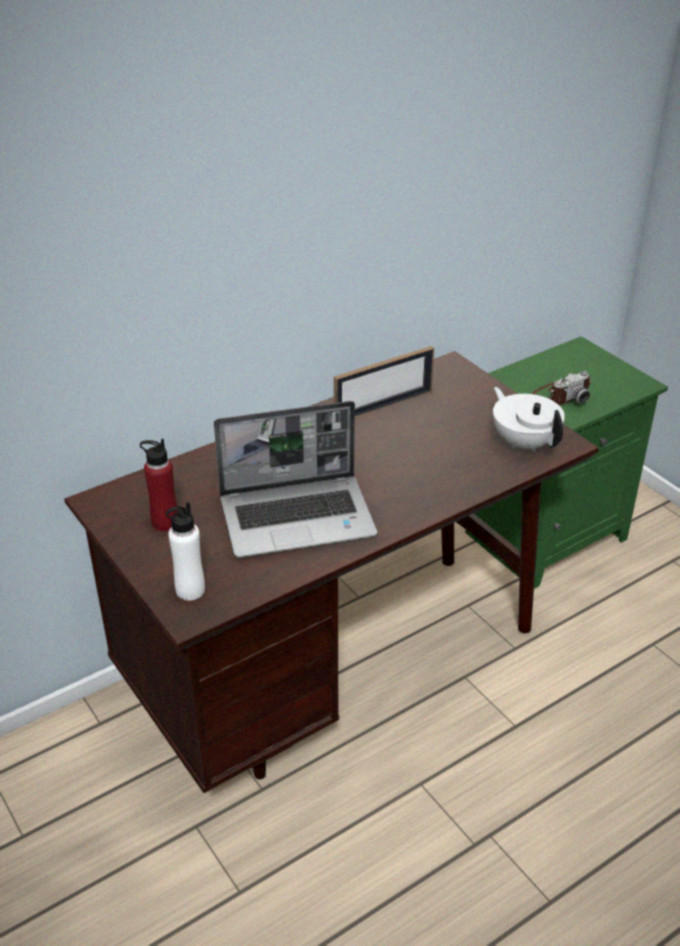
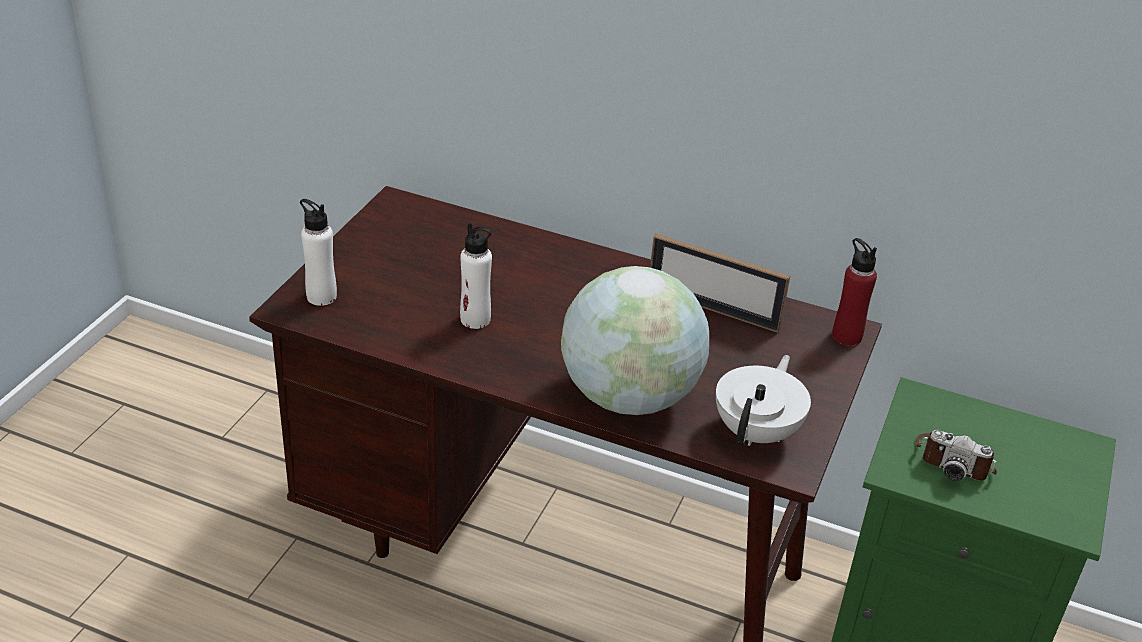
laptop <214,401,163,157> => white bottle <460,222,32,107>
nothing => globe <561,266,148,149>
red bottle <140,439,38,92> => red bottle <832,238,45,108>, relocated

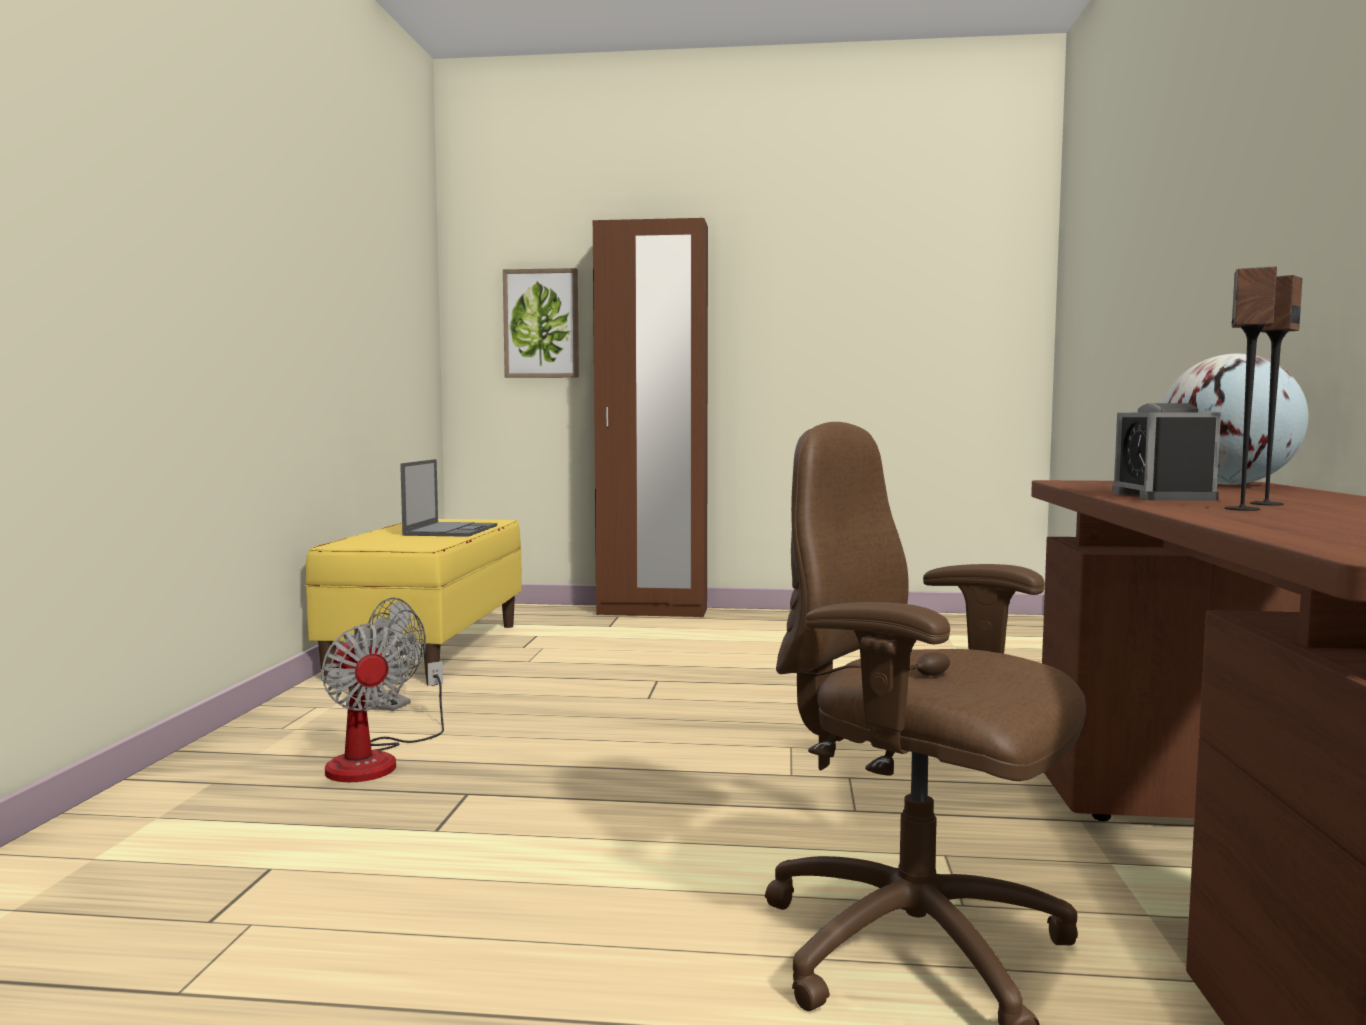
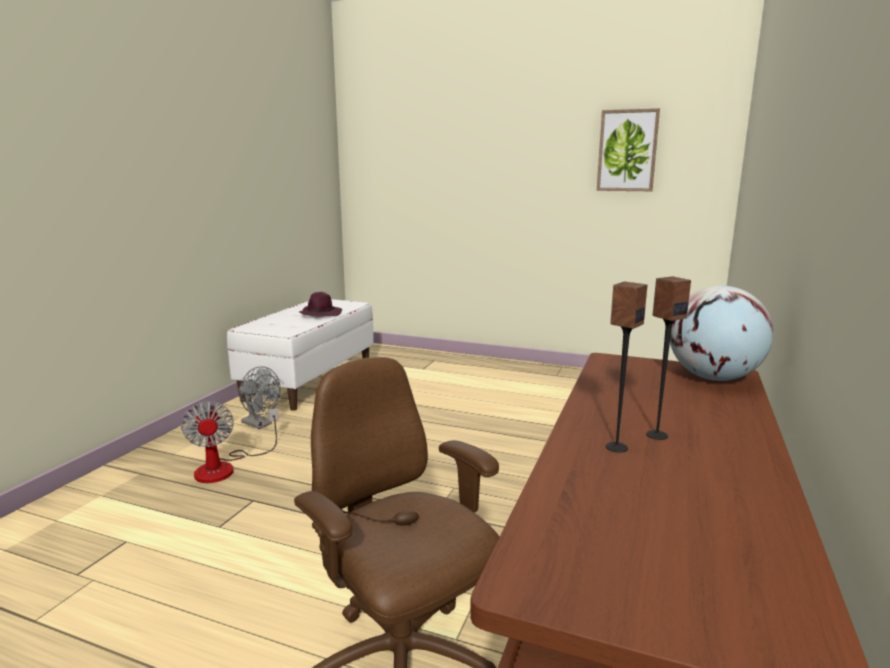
yellow bench <305,519,217,167> => white bench <227,299,147,112>
laptop <400,459,97,78> => purple hat <299,292,43,25>
picture <503,268,76,110> => picture <597,108,63,83>, relocated
brown wardrobe <593,218,115,399> => nothing
alarm clock <1112,403,109,98> => nothing

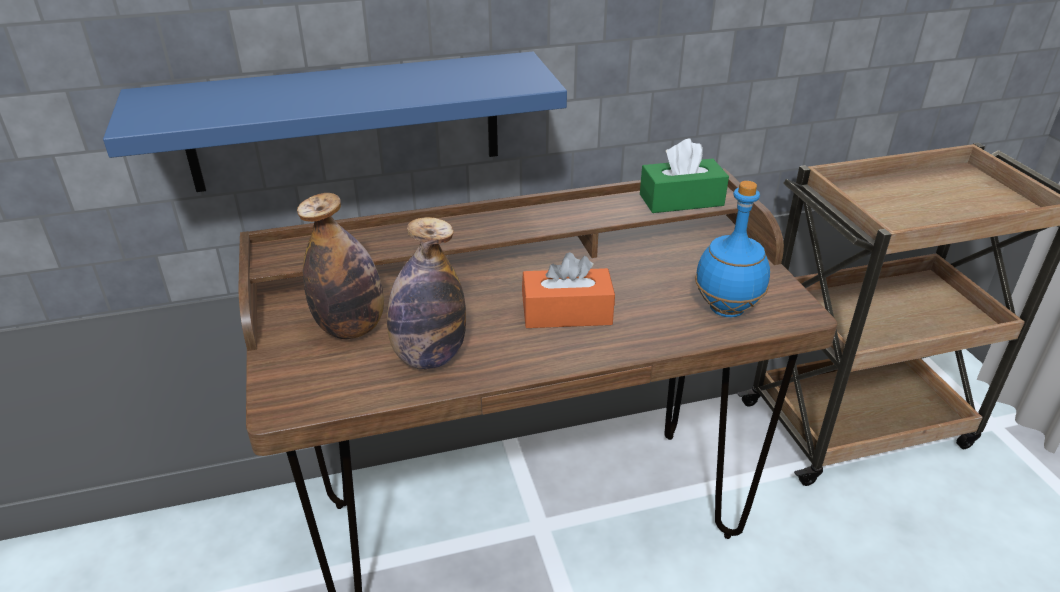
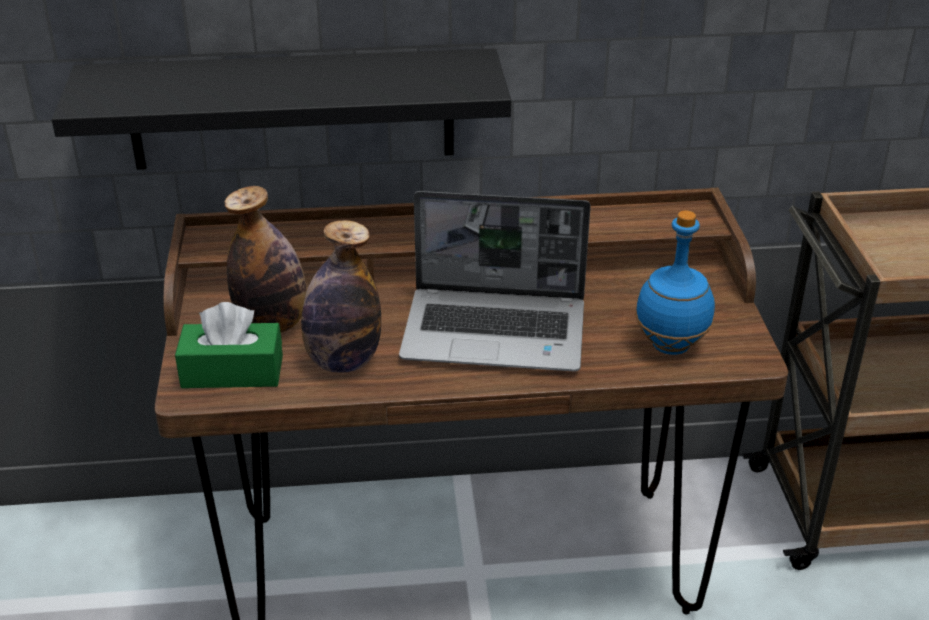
blue shelf <103,52,464,140> => black shelf <52,48,459,122>
green tissue box <640,139,89,74> => green tissue box <175,302,108,86>, relocated
orange tissue box <522,252,93,76> => laptop <399,191,192,181>

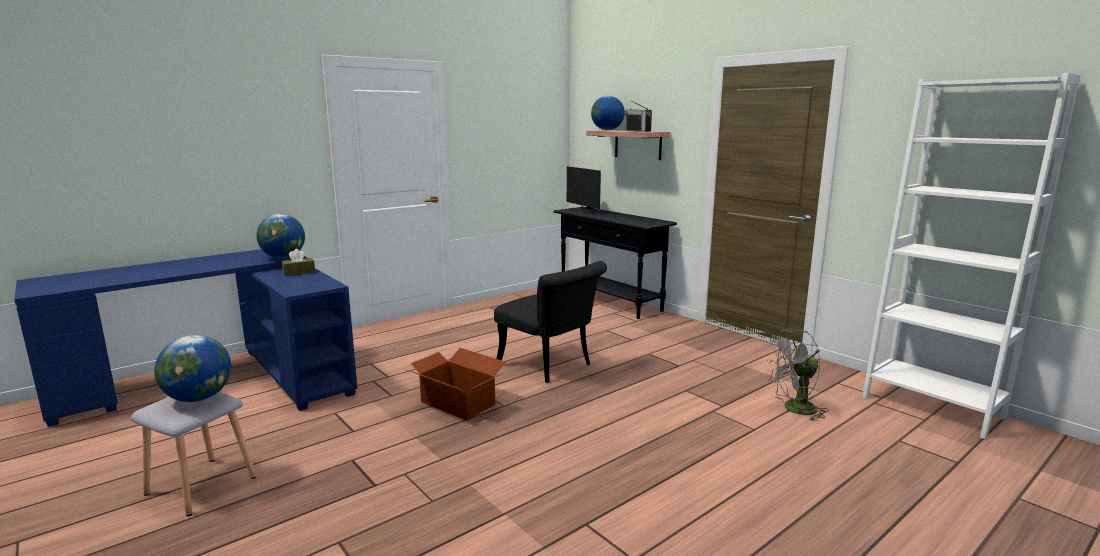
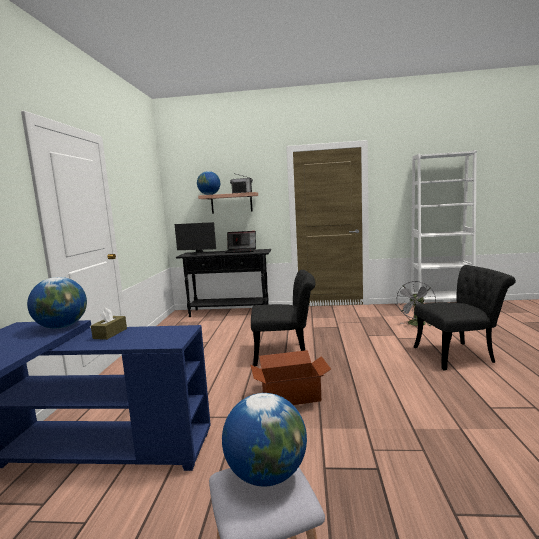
nothing => laptop <224,231,32,22>
nothing => black chair <414,265,102,106>

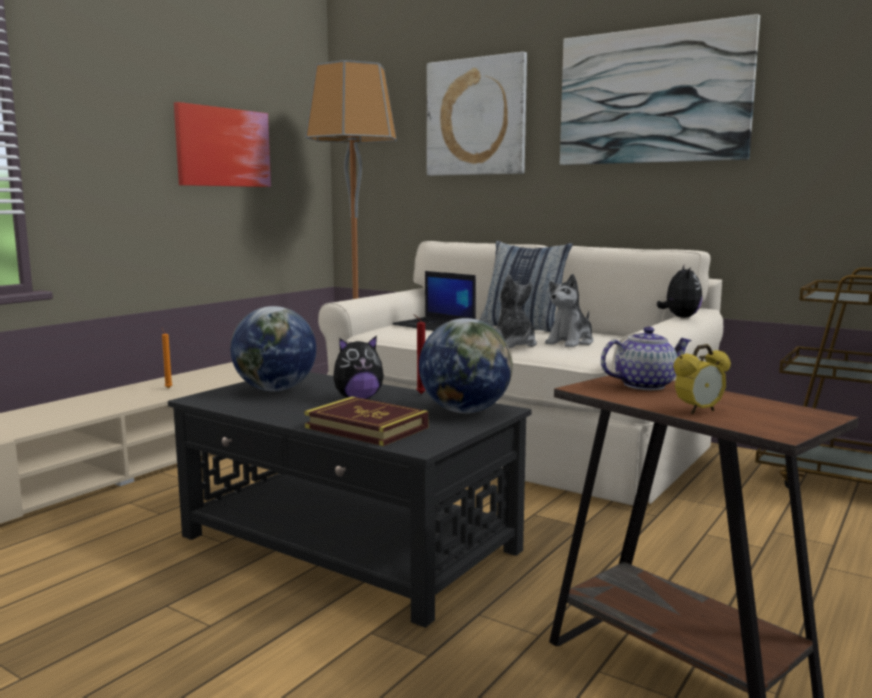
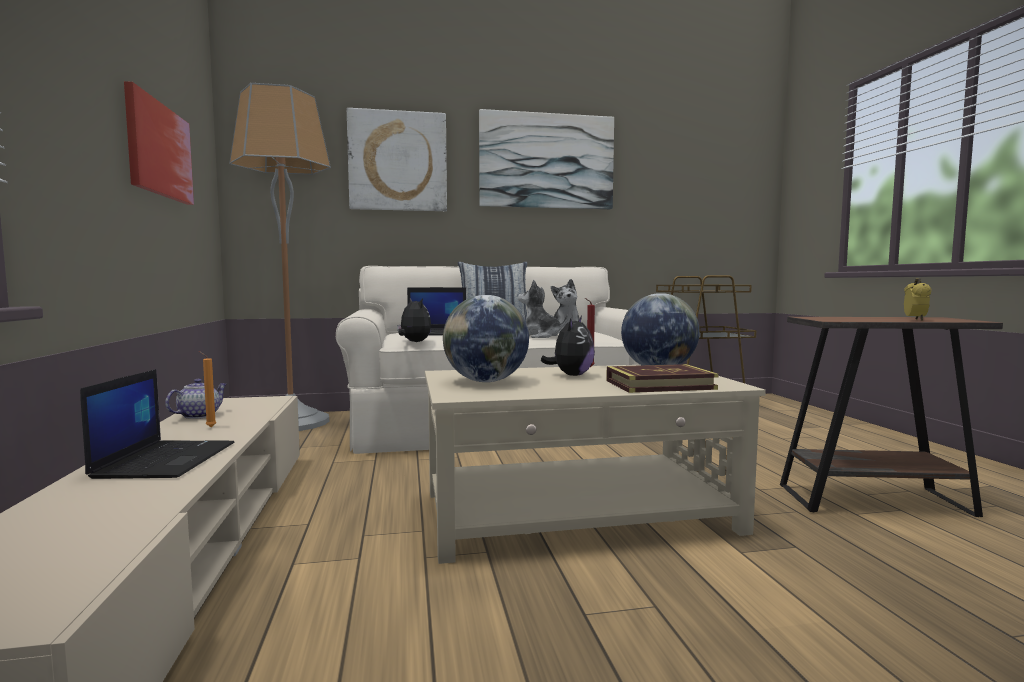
nothing => laptop <80,369,155,110>
teapot <601,327,91,63> => teapot <165,379,62,40>, relocated
plush toy <657,265,45,53> => plush toy <397,298,34,44>, relocated
black coffee table <168,372,363,256> => beige coffee table <425,365,341,199>

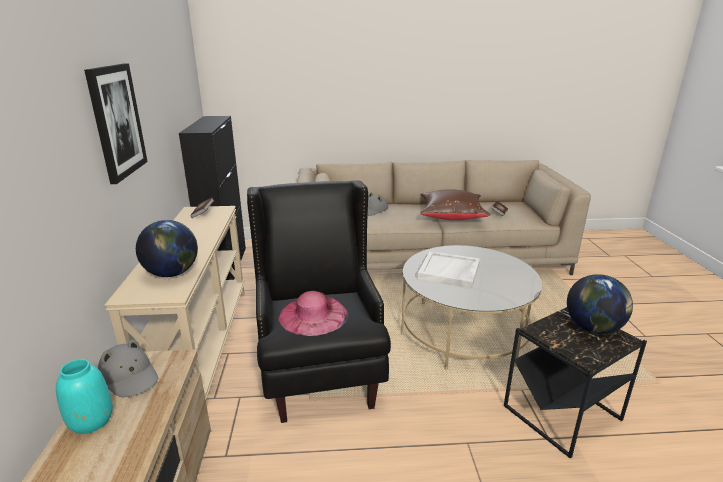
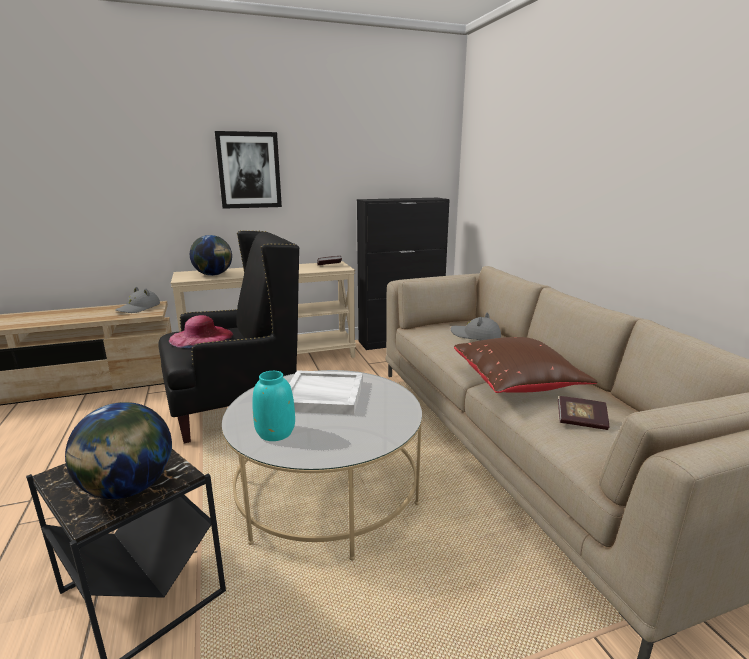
turquoise vase <56,359,57,75> => turquoise vase <252,371,43,70>, relocated

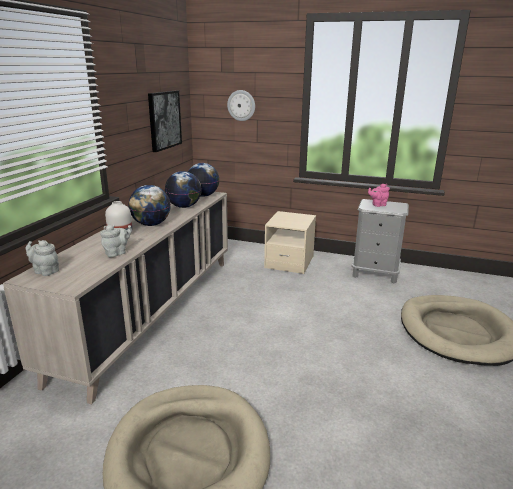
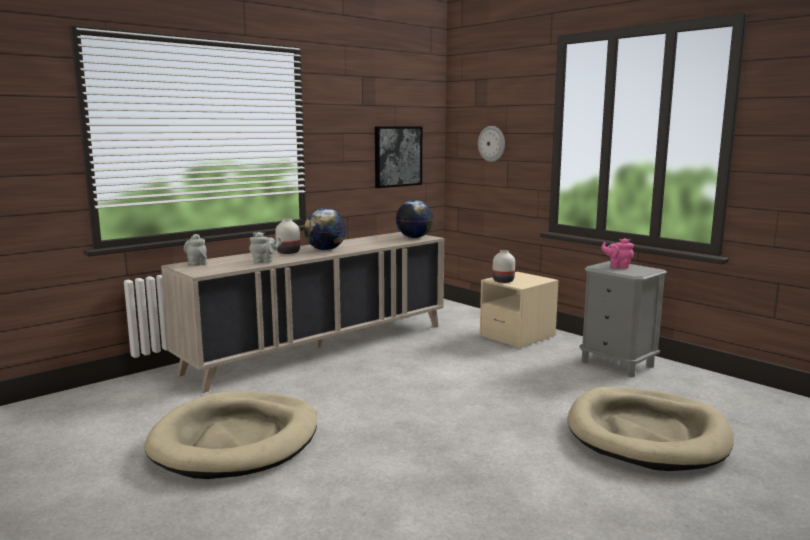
nothing => white vase <492,250,23,33>
globe <165,171,37,37> => nothing

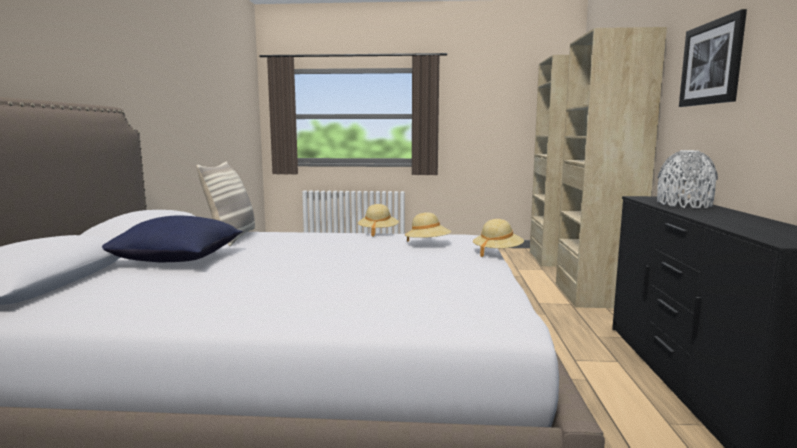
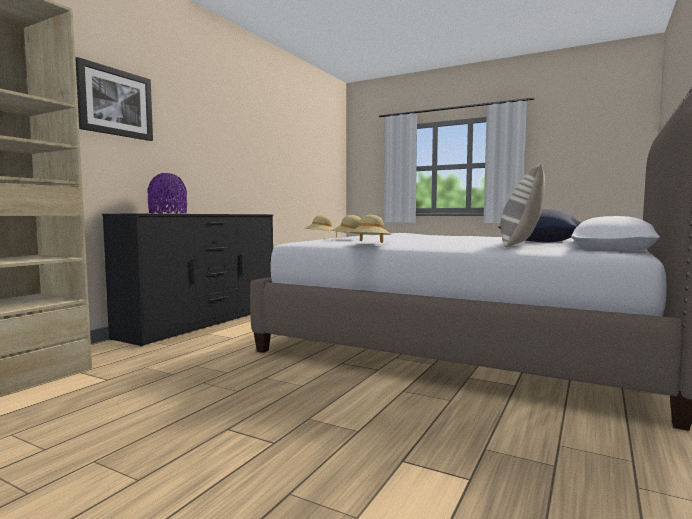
grey vase <657,150,61,58> => purple vase <147,173,40,41>

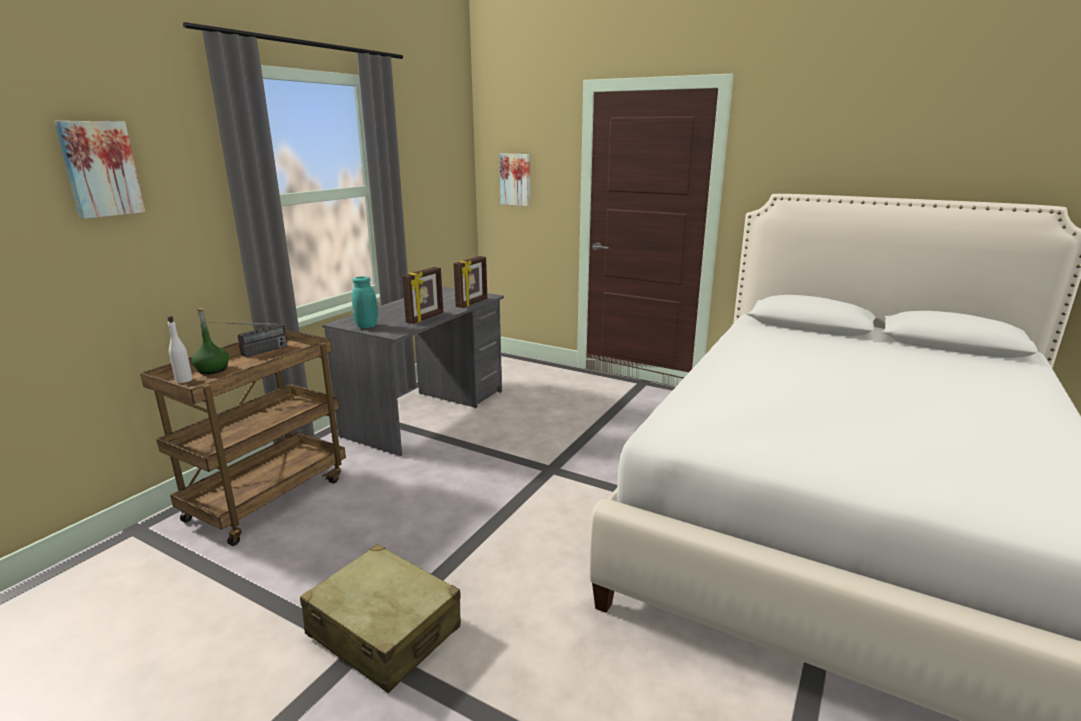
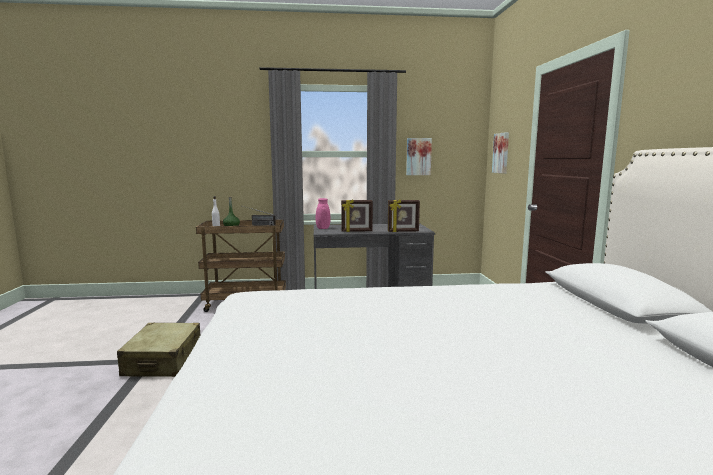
turquoise vase <352,277,26,52> => pink vase <313,198,17,31>
picture <54,121,91,98> => picture <406,138,26,37>, relocated

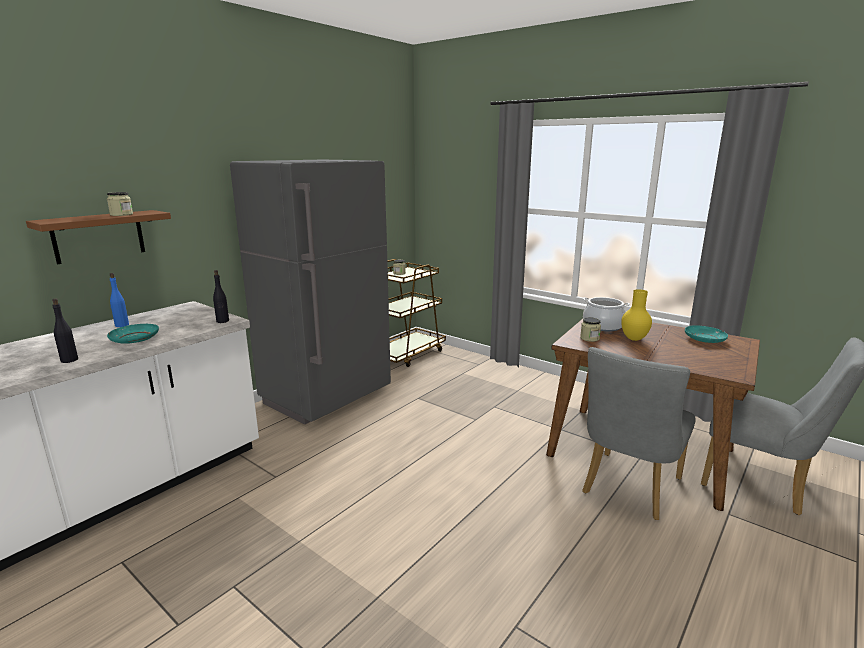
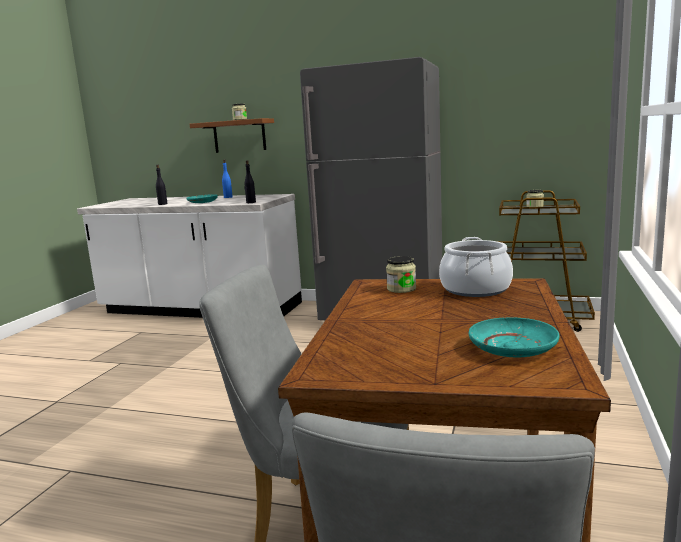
yellow vase <621,289,31,52> => nothing

